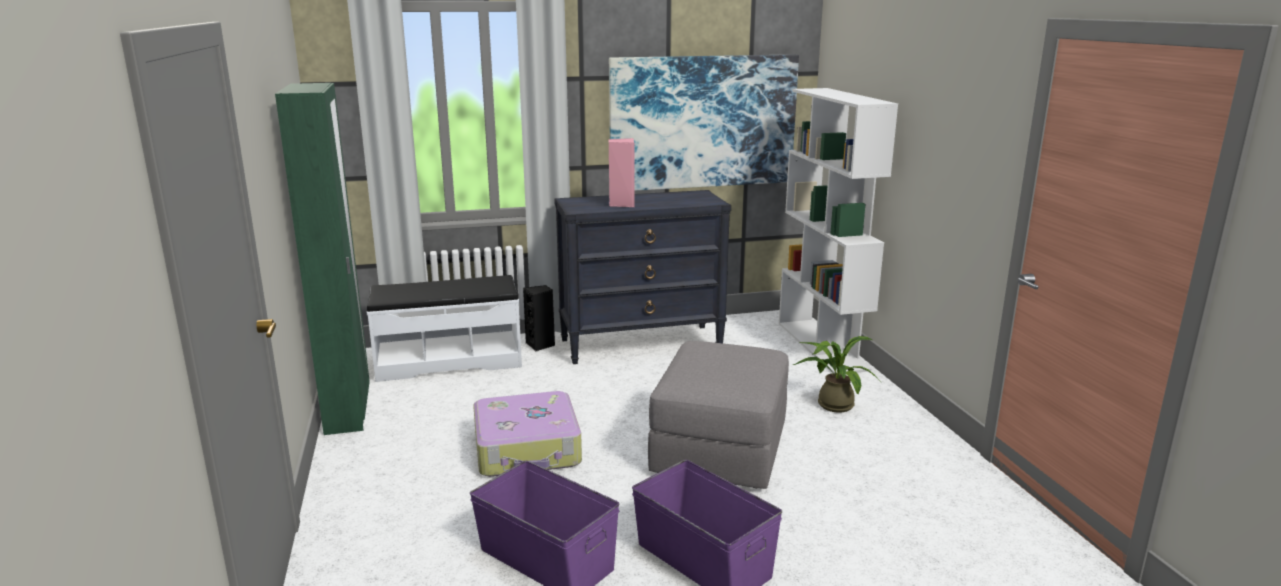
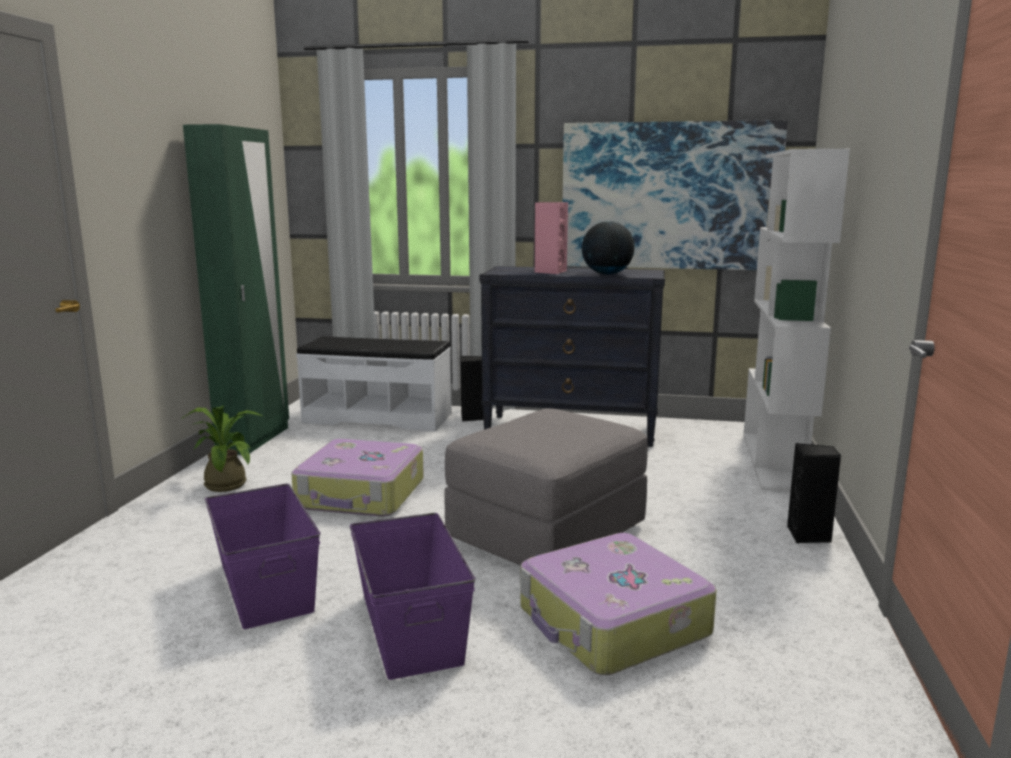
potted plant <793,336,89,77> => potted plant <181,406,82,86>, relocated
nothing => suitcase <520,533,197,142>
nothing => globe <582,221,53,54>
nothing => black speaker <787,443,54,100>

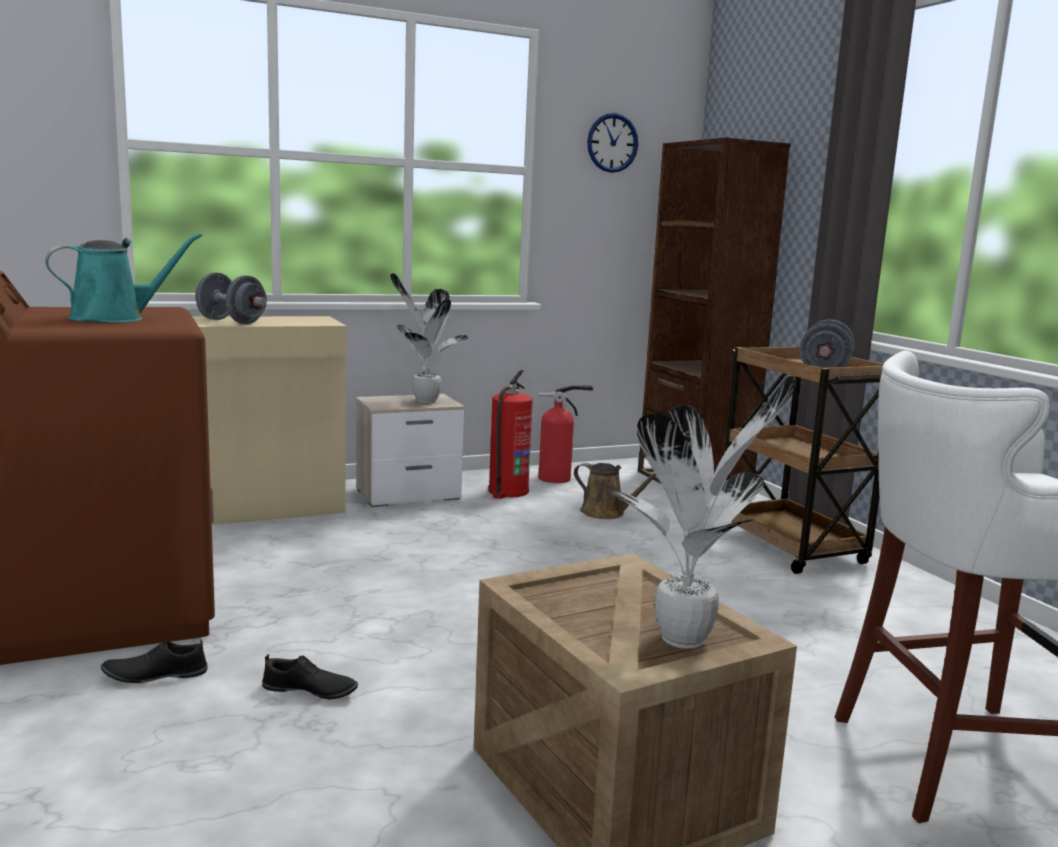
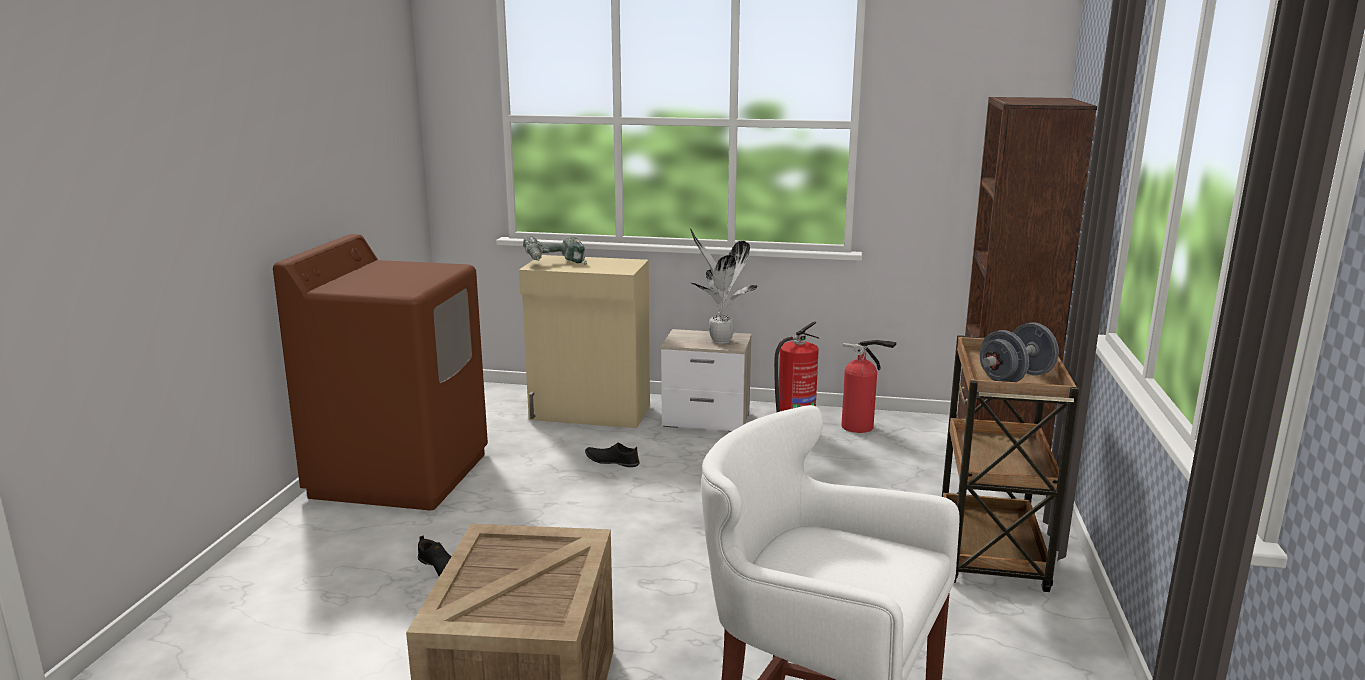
grey dumbbell <195,272,72,52> => power drill <523,236,64,29>
black shoe <101,640,106,43> => black shoe <585,443,54,24>, relocated
turquoise watering can <45,233,157,90> => nothing
brown watering can <574,463,82,56> => nothing
wall clock <587,113,51,60> => nothing
potted plant <609,376,187,273> => nothing

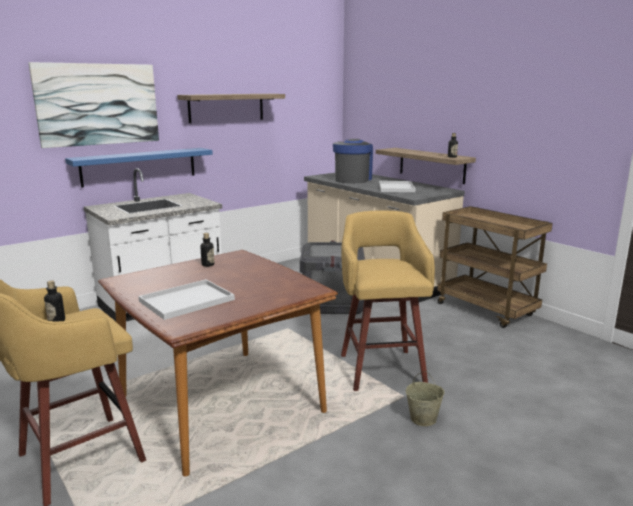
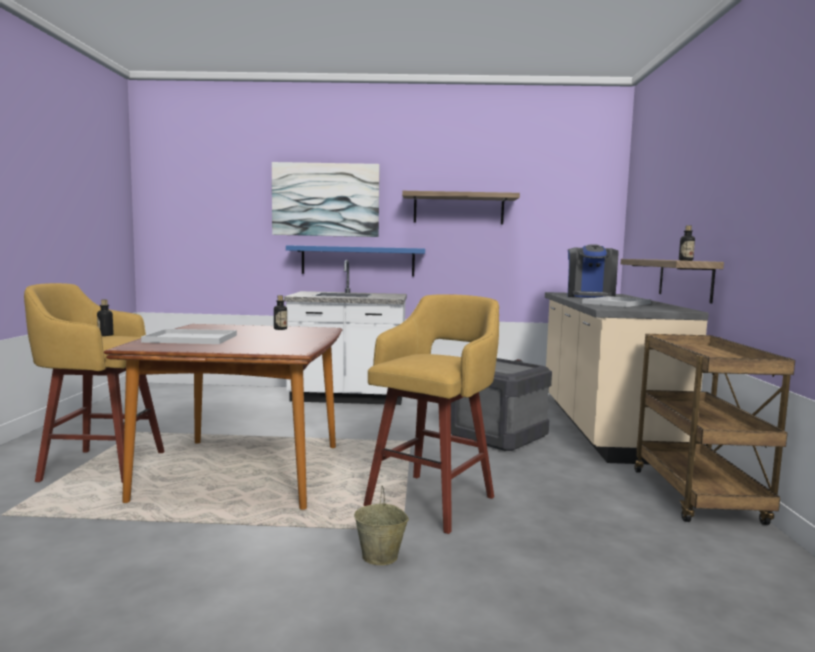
coffee machine <333,139,40,44> => coffee machine <568,244,51,54>, 135 degrees clockwise

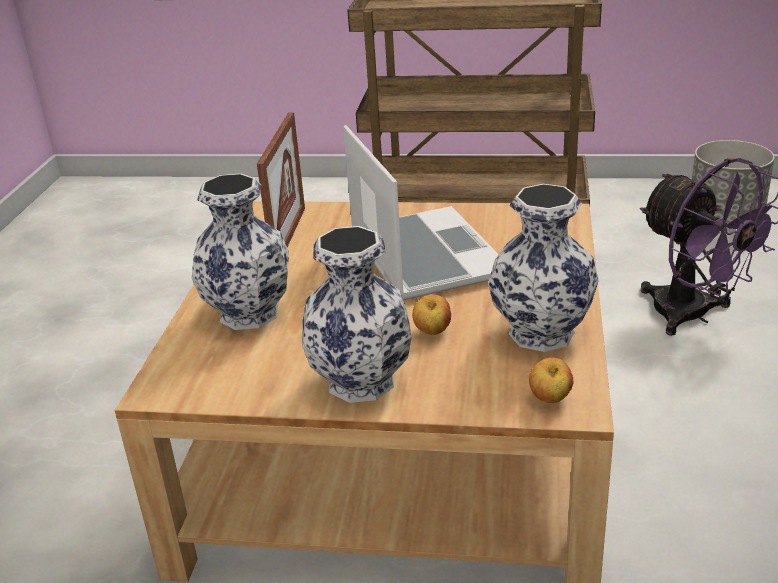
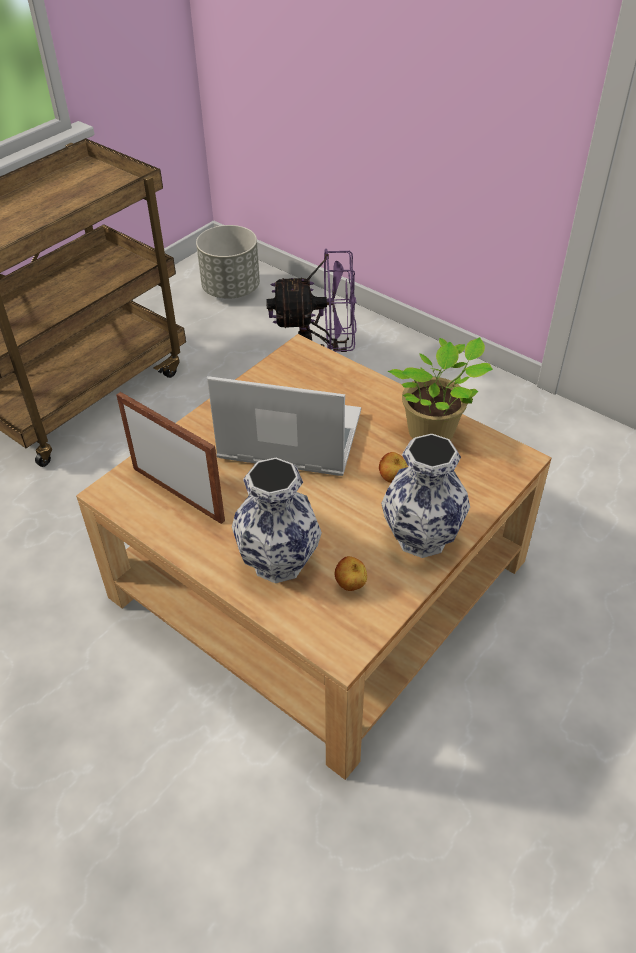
apple <529,357,44,46> => apple <335,556,32,35>, relocated
vase <488,184,111,168> => potted plant <388,337,105,103>

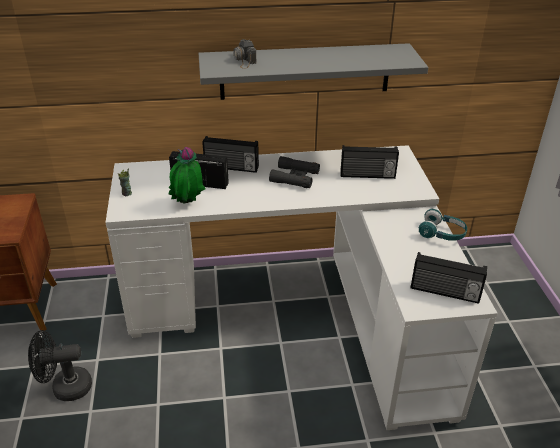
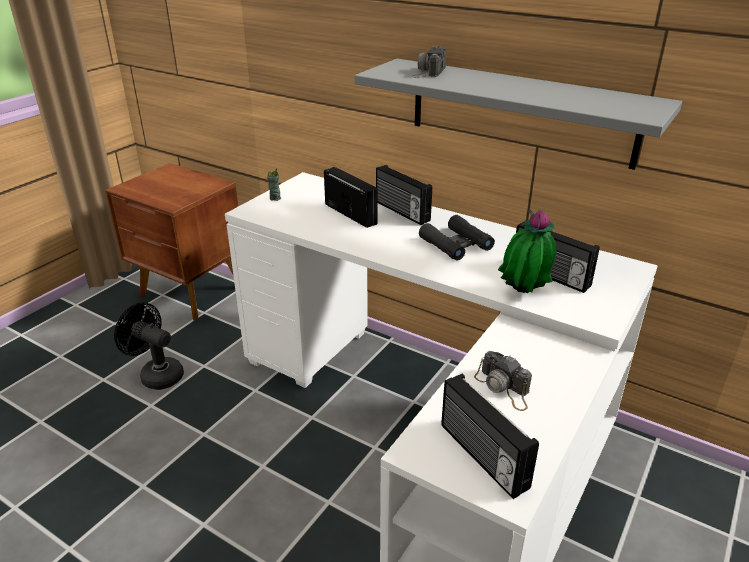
nothing => photo camera <474,351,58,60>
potted plant <169,147,37,57> => potted plant <498,210,58,83>, relocated
turquoise headphones <419,209,48,32> => nothing

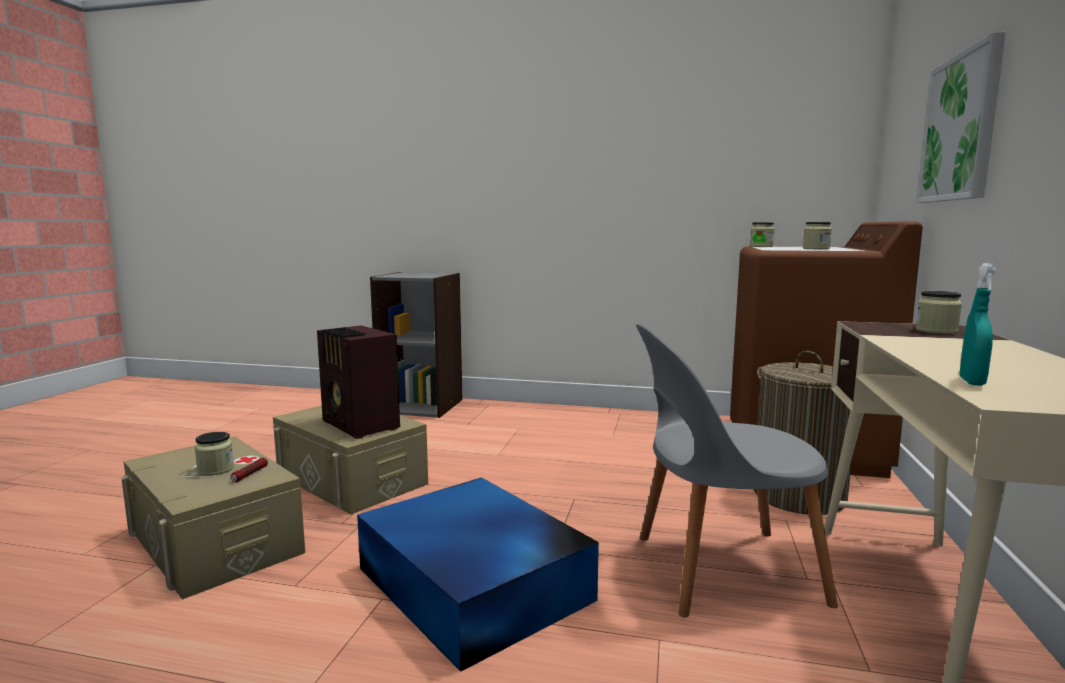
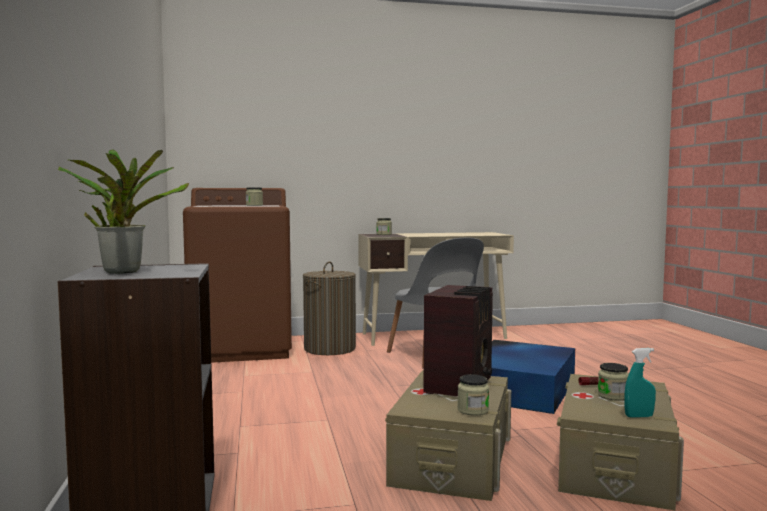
nothing => potted plant <58,149,131,125>
jar <750,222,25,25> => jar <457,374,32,42>, relocated
turquoise spray bottle <959,263,38,123> => turquoise spray bottle <624,348,32,69>, relocated
picture <916,32,90,171> => nothing

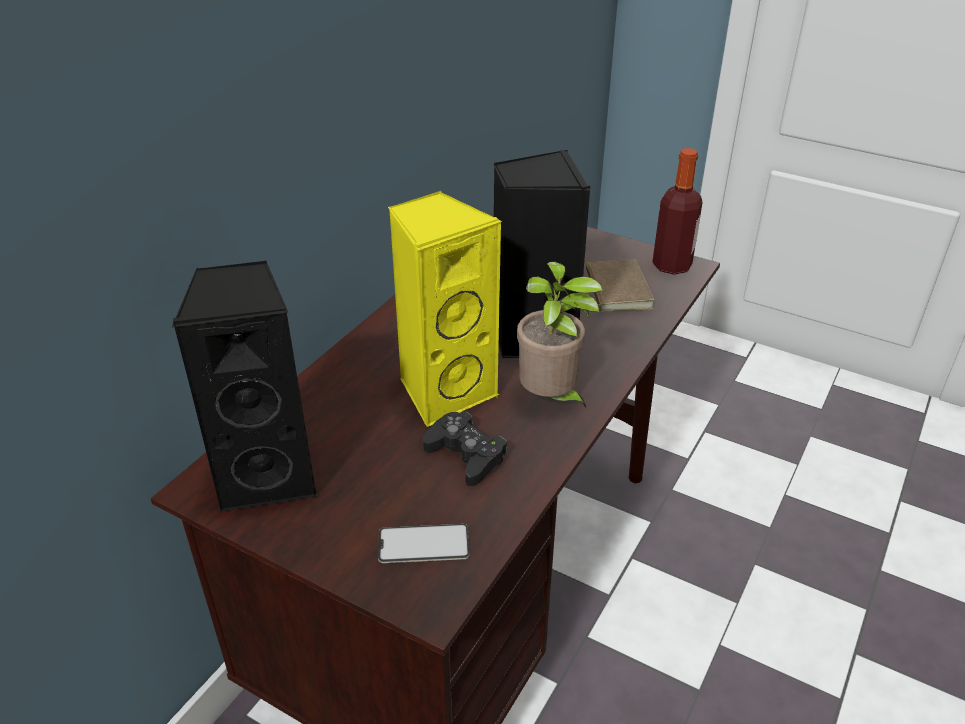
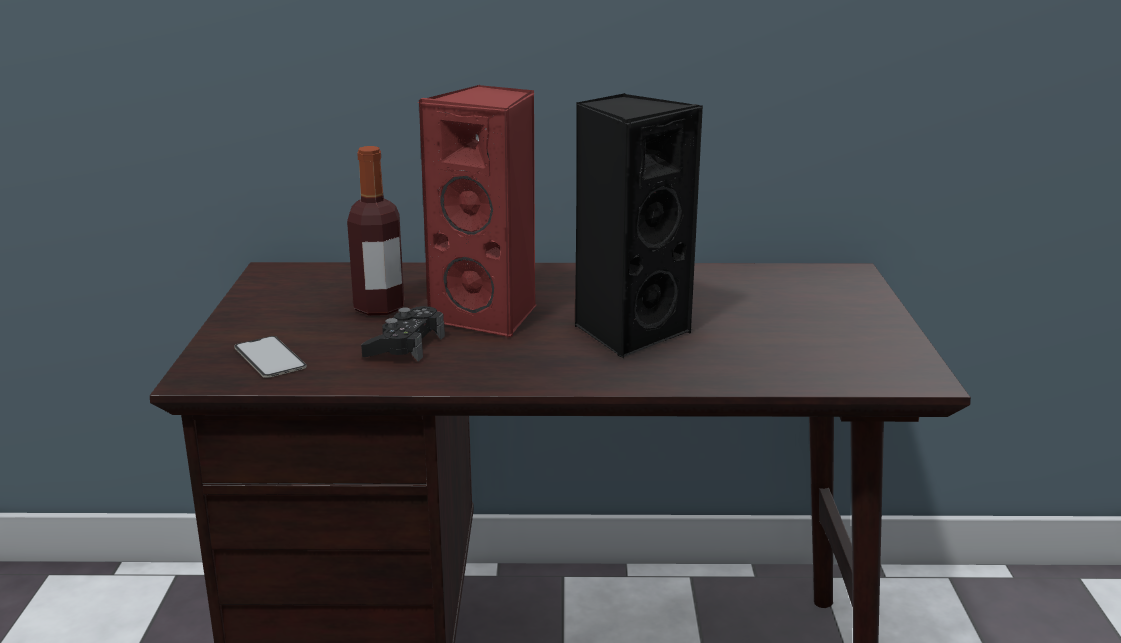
bottle <652,148,51,127> => bottle <347,146,57,170>, relocated
yellow speaker <388,191,114,236> => red speaker <418,85,118,254>
black speaker <171,261,147,252> => nothing
potted plant <517,262,86,147> => nothing
brown book <586,259,68,53> => nothing

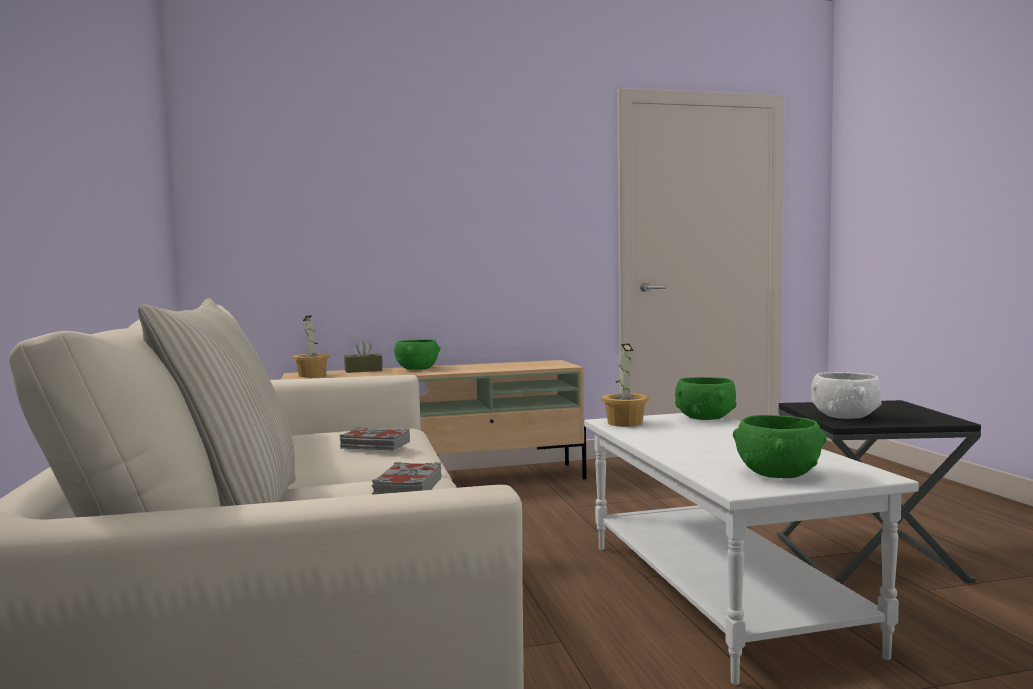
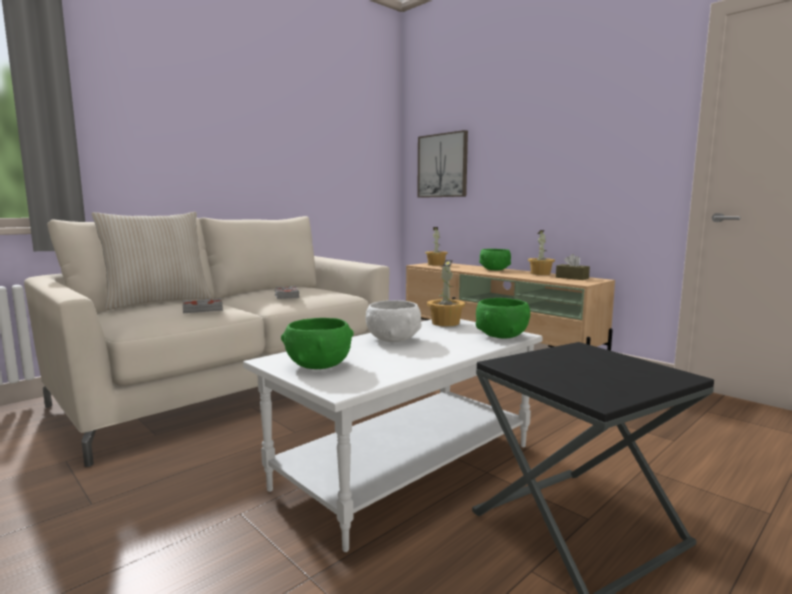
white bowl <811,372,71,47> => white bowl <366,300,56,42>, relocated
nothing => picture <417,130,51,68>
nothing => potted plant <528,230,27,45>
brown tissue box <344,341,38,32> => brown tissue box <556,254,34,26>, relocated

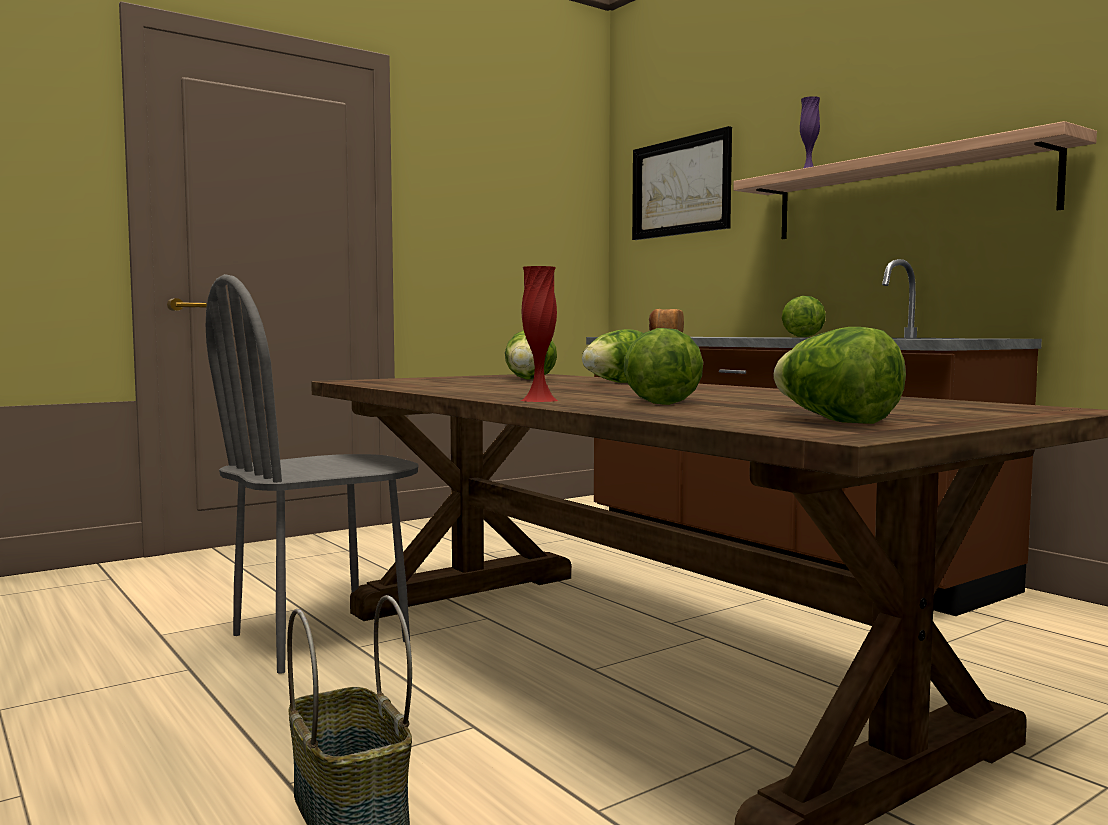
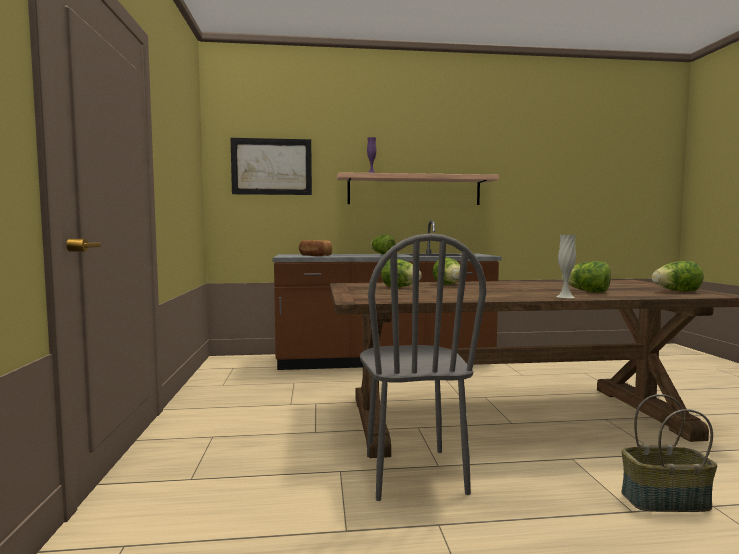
red vase <521,266,37,136> => white vase <556,235,20,63>

